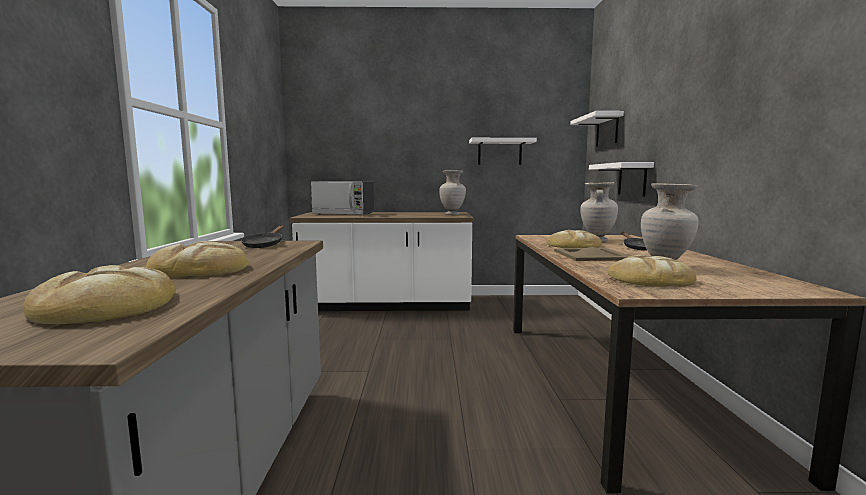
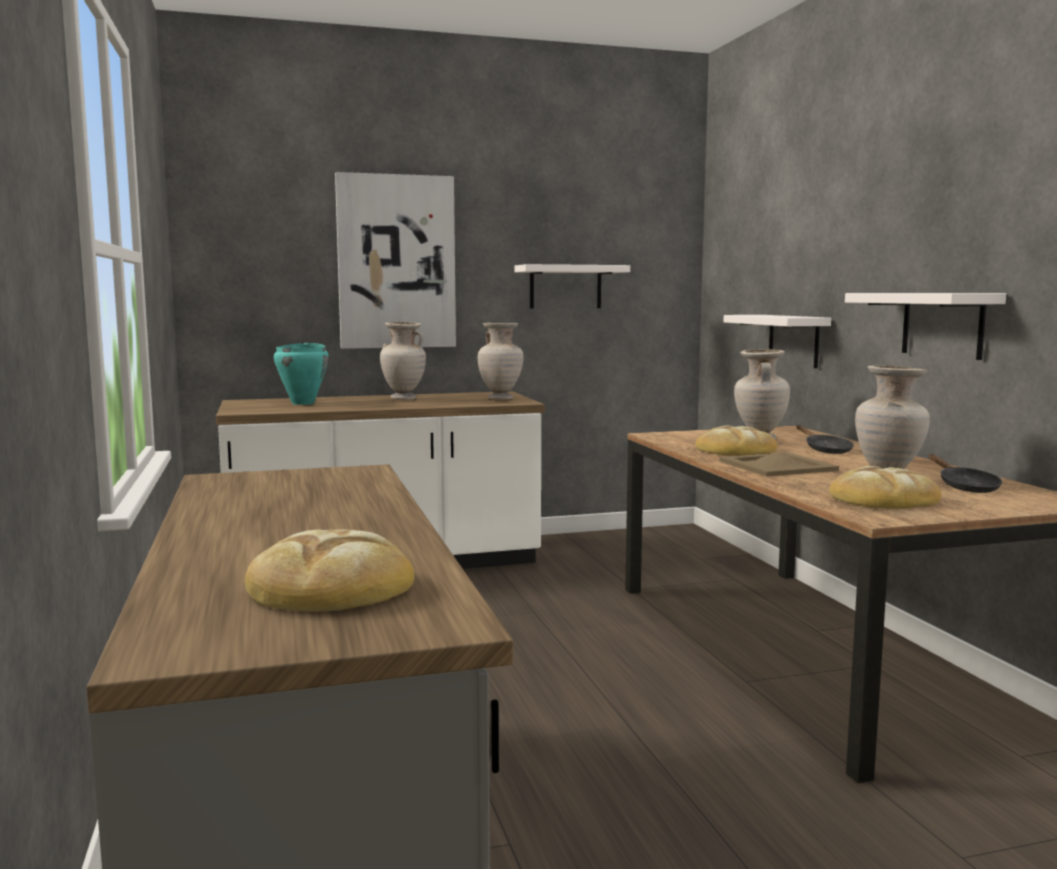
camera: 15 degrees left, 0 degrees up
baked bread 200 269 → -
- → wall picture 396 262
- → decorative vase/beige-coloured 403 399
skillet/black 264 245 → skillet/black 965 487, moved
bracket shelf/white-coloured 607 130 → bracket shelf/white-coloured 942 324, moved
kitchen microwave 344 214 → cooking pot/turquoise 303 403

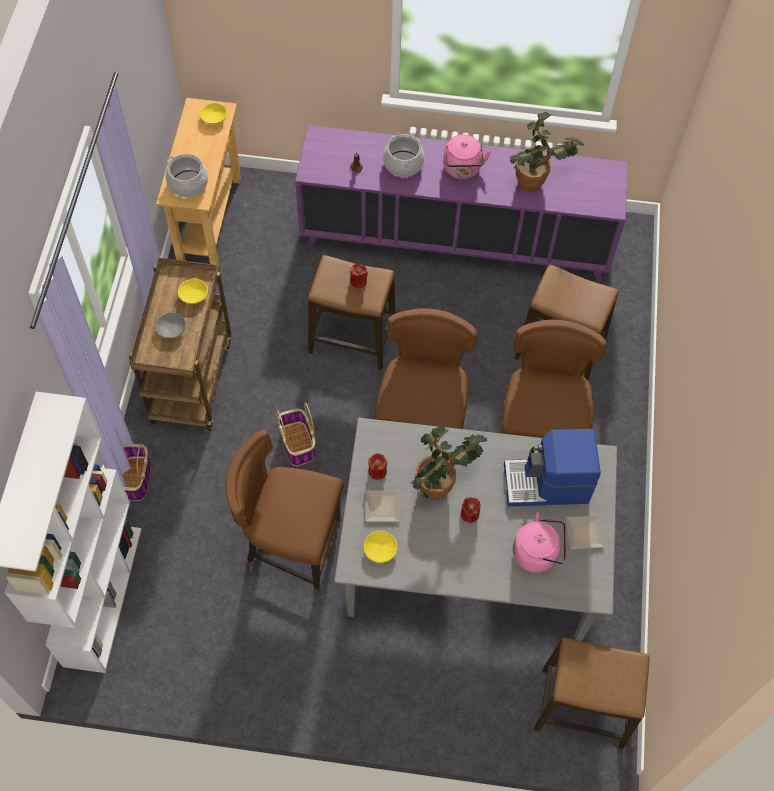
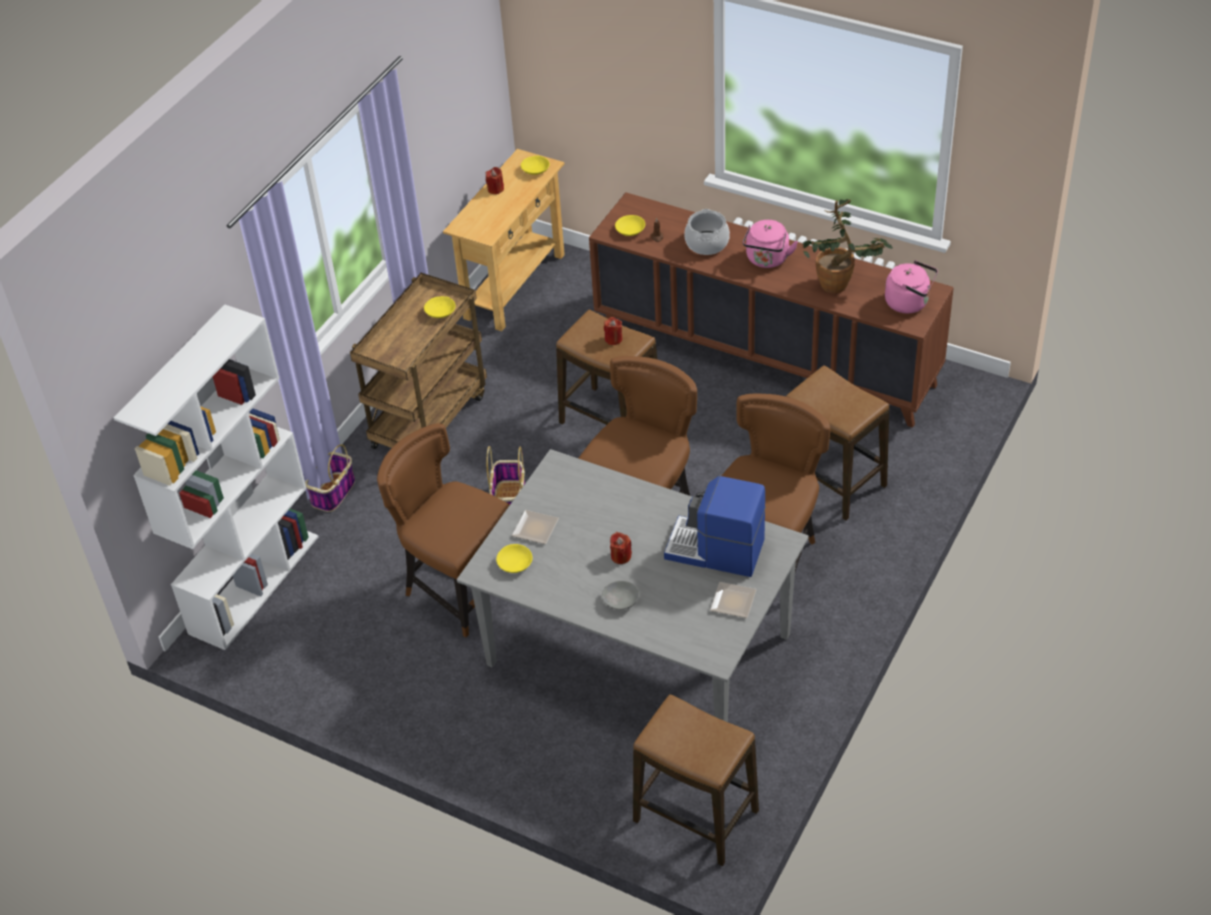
camera: 25 degrees right, 15 degrees down
cooking pot 188 183 → -
plant in a pot 441 485 → -
- → bowl/yellow-coloured 630 231
bowl/greyish 171 329 → bowl/greyish 620 600, moved
wax candle/red 377 471 → wax candle/red 495 189, moved
kettle/pinkish 538 553 → kettle/pinkish 909 303, moved
cabinet/purplish 455 240 → cabinet/brown-coloured 765 355

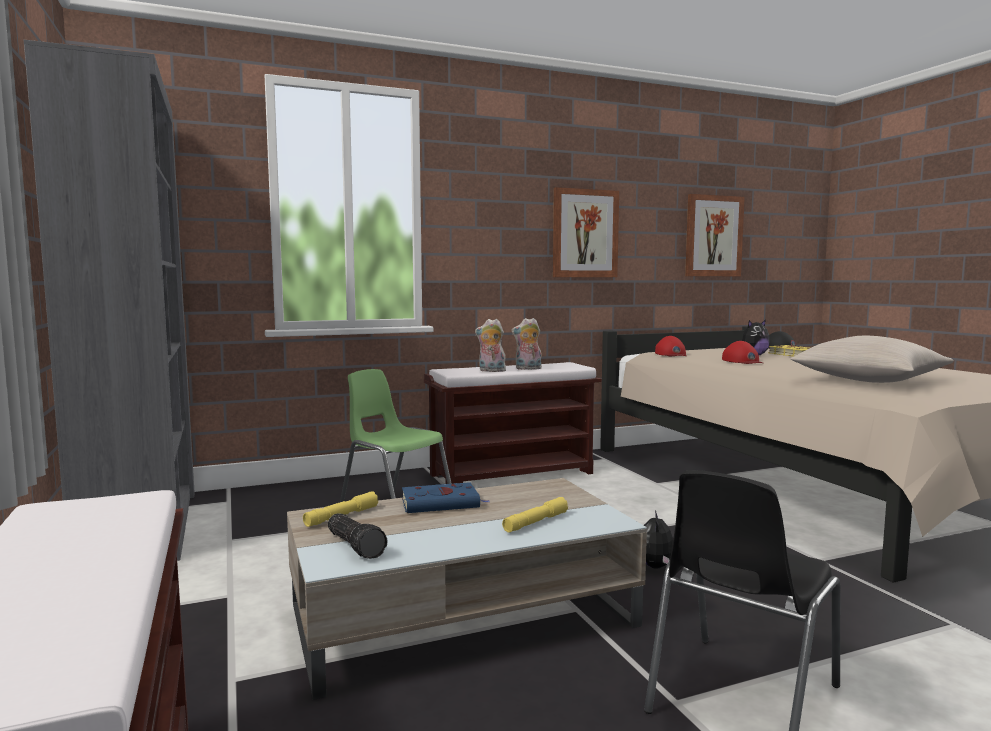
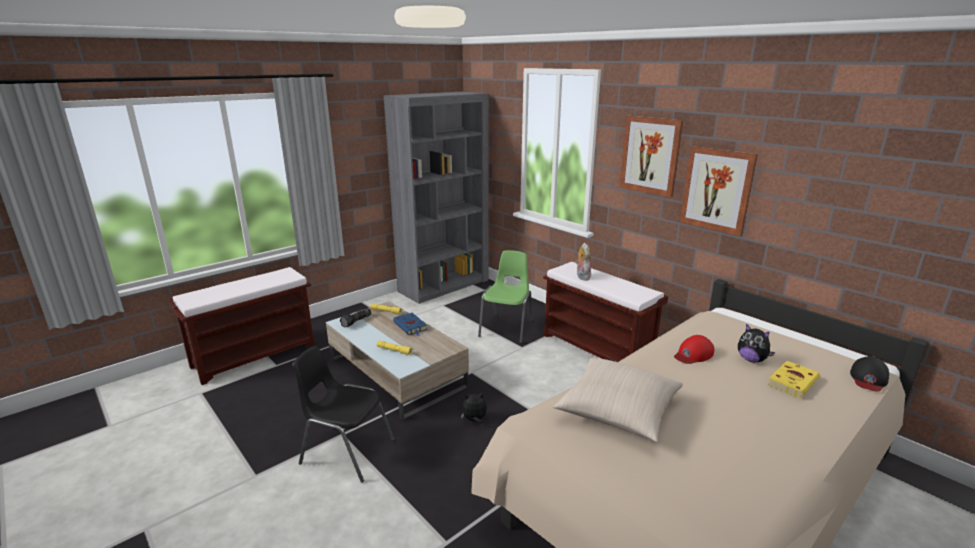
camera: 70 degrees right, 15 degrees up
soft toy 527 369 → -
cap/red 671 354 → -
wall picture 713 236 → wall picture 650 155, moved

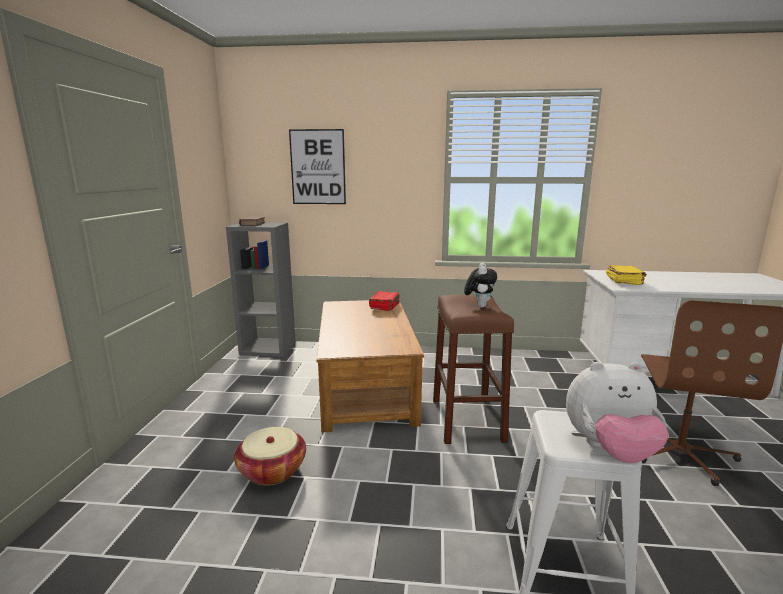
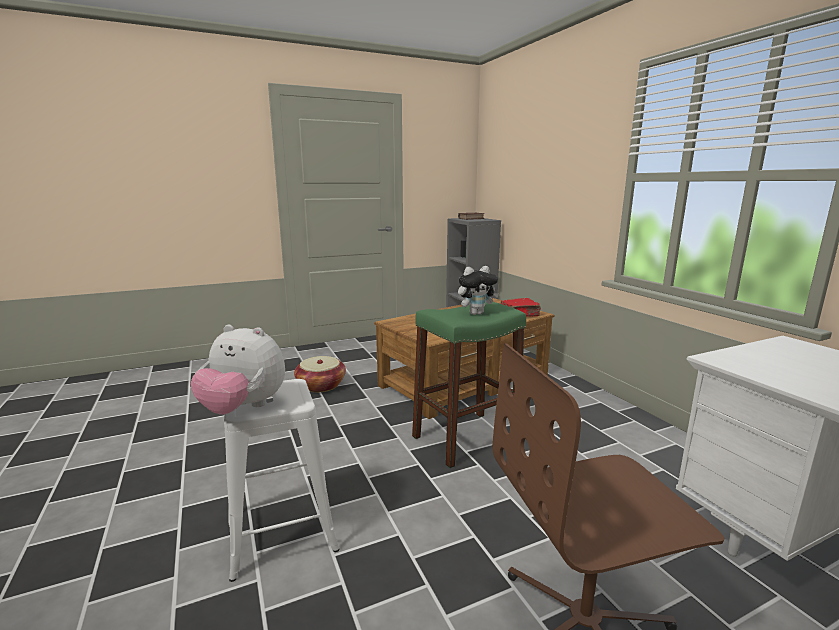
camera: 60 degrees right, 0 degrees up
wall picture 318 167 → -
book/yellow-coloured 624 281 → -
stool/brown-coloured 467 419 → stool/green 466 438
soft toy 609 450 → soft toy 243 408, 45 degrees counterclockwise

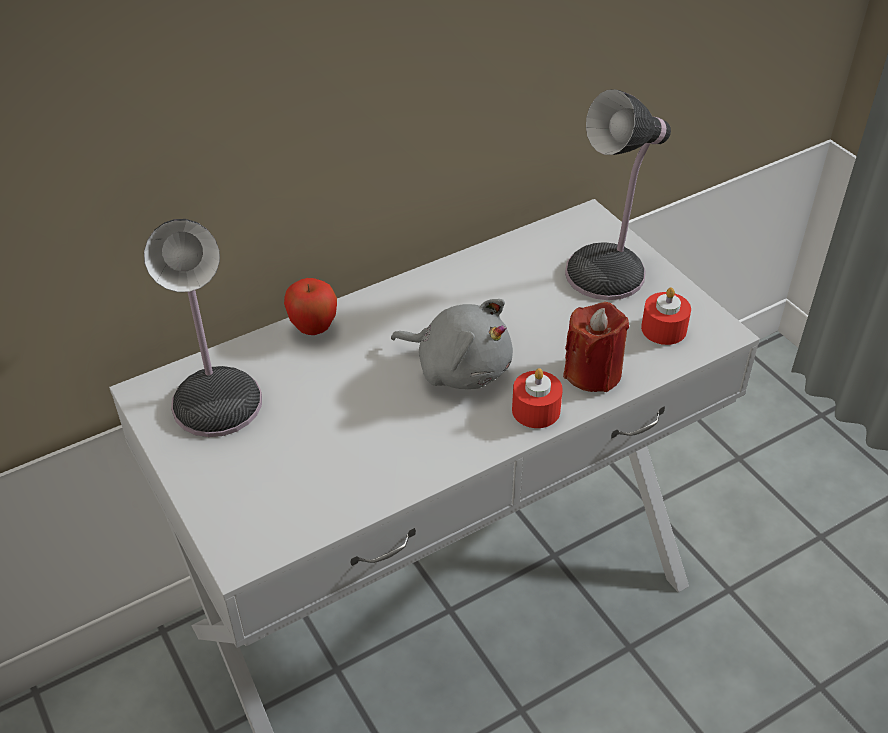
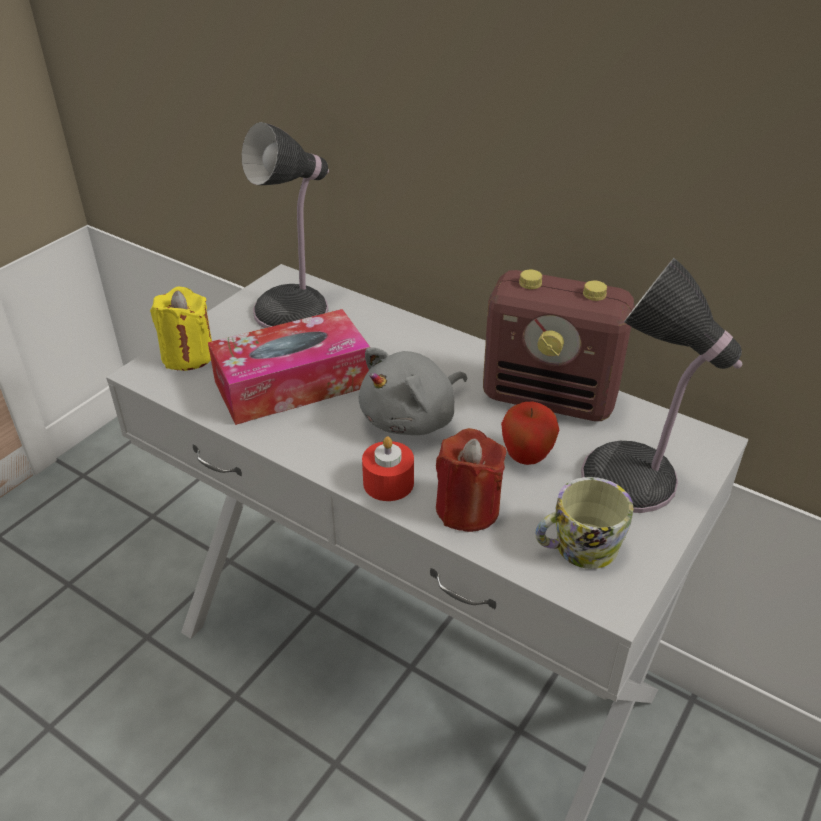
camera: 65 degrees right, 5 degrees down
- → wax candle/yellow-coloured 188 356
- → tissue box 293 384
- → radio 550 398
apple 313 328 → apple 526 457, moved
wax candle/red 663 329 → coffee mug 577 548
soft toy/greyish 459 367 → soft toy/greyish 412 419, 45 degrees clockwise

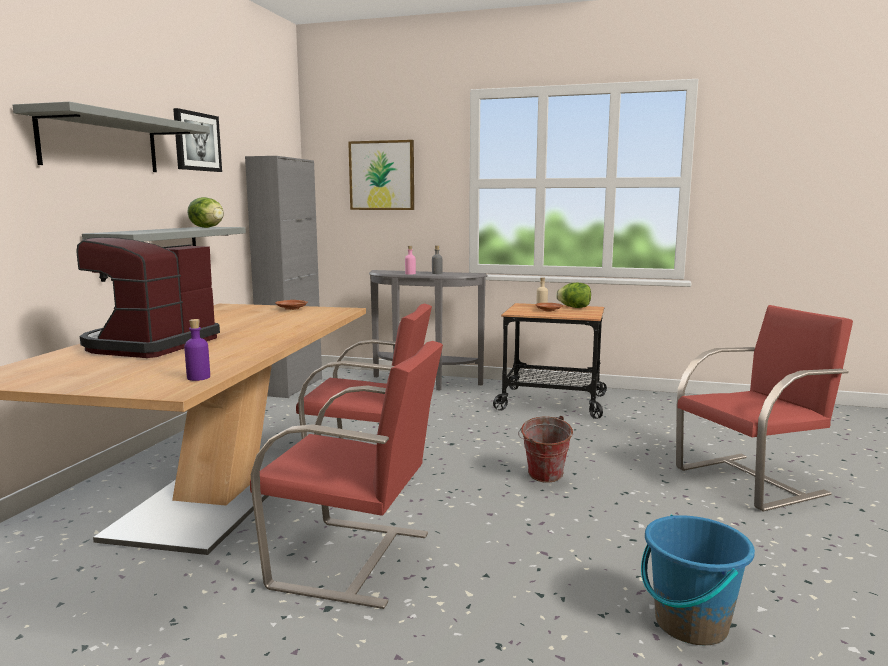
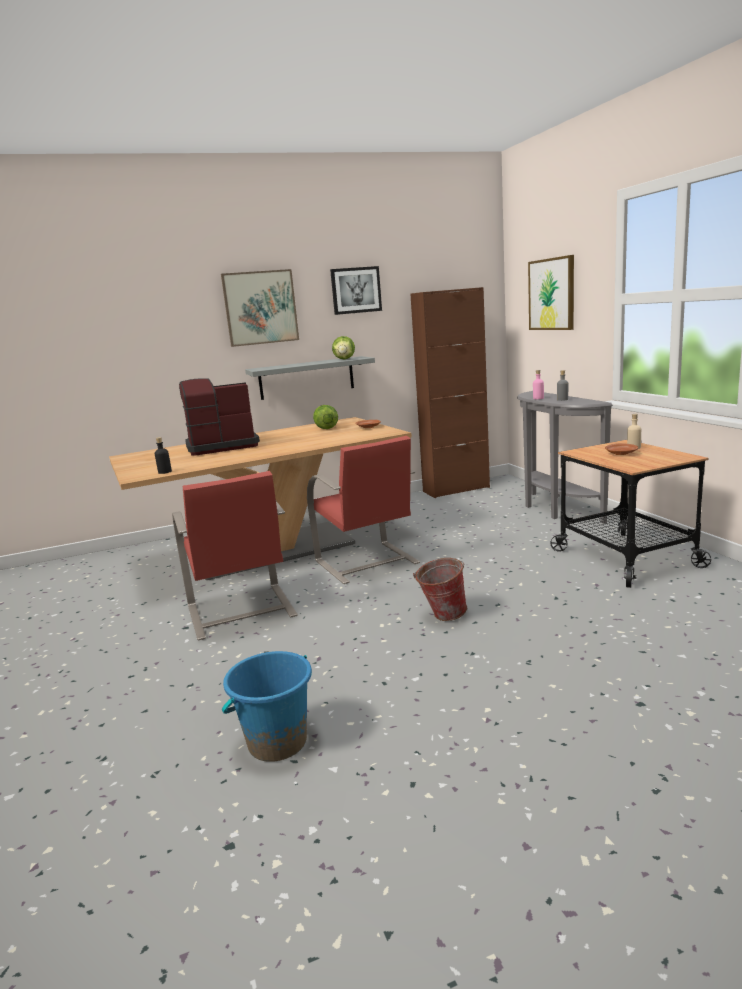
camera: 55 degrees right, 5 degrees up
upright chair/red 752 481 → -
lettuce head 574 307 → lettuce head 326 428, moved
bracket shelf/greyish 100 143 → wall picture 260 308
beverage bottle/purplish 198 377 → beverage bottle/black 164 472
cabinet/greyish 291 387 → cabinet/brown-coloured 456 489

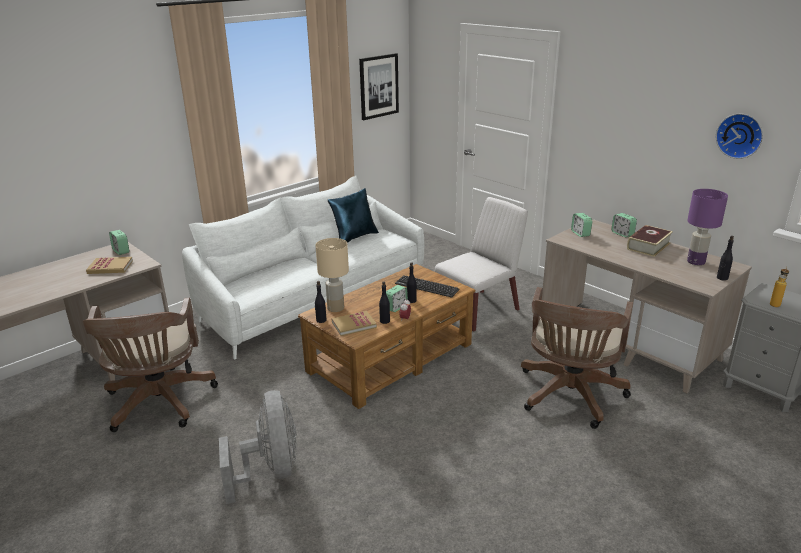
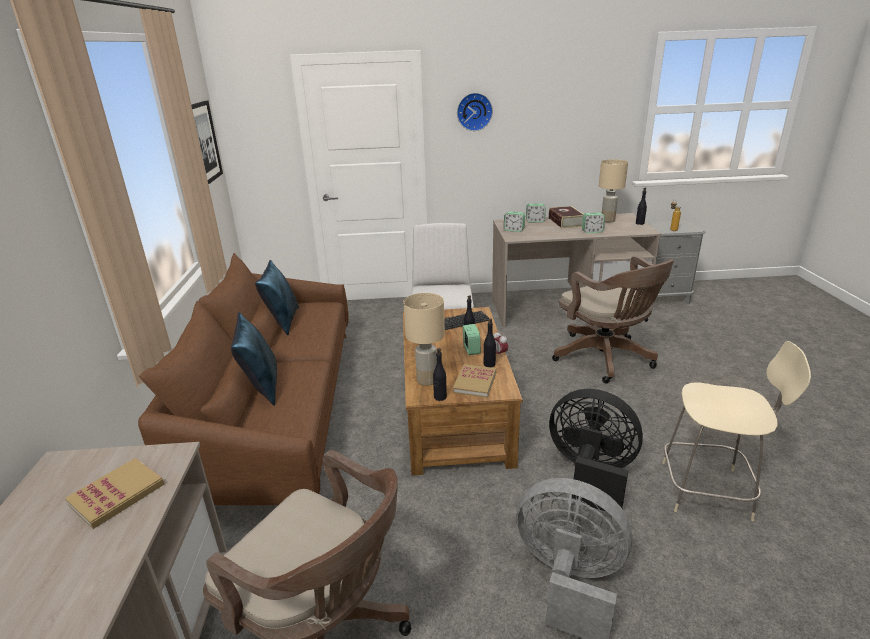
camera: 50 degrees left, 0 degrees up
- → pillow/blue 262 386
- → cooling fan/black 590 474
- → upright chair/beige-coloured 709 490
bedside clock 121 251 → bedside clock 592 231, moved
wall clock 740 135 → wall clock 474 111, moved
sofa/white-coloured 312 298 → sofa/brown-coloured 279 410
lamp for a table/purplish 696 262 → lamp for a table/beige-coloured 608 220

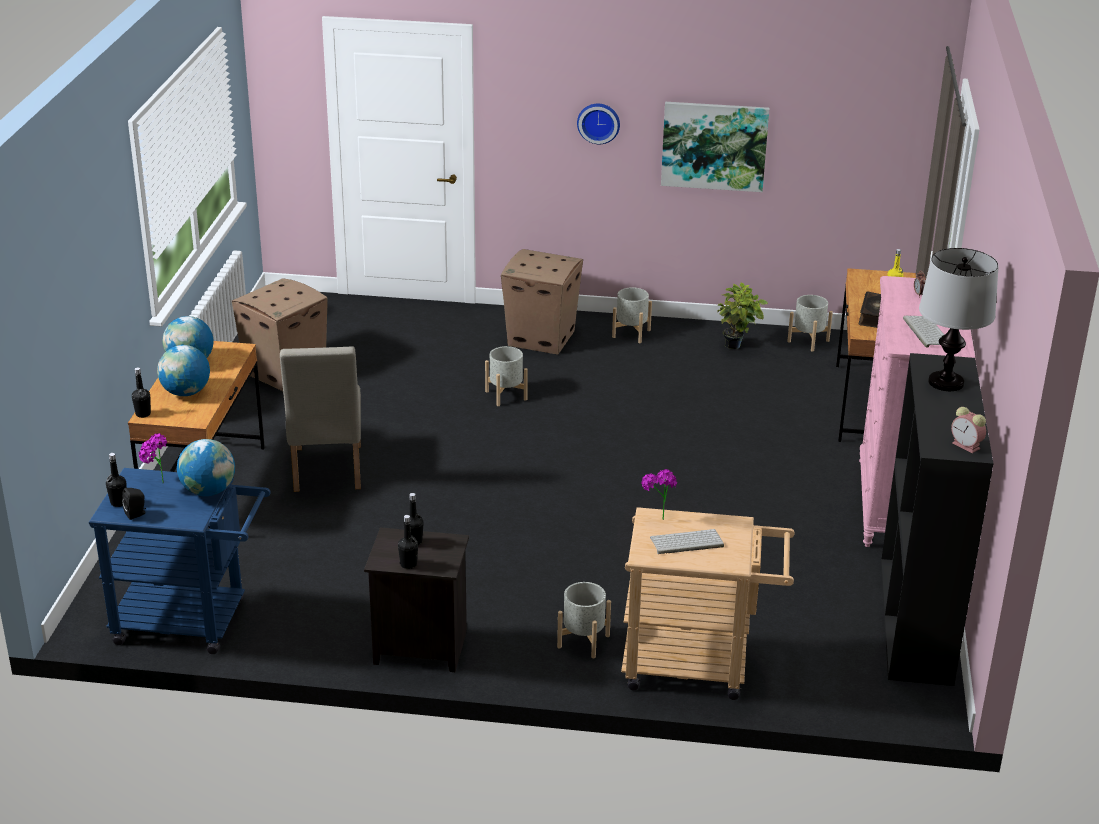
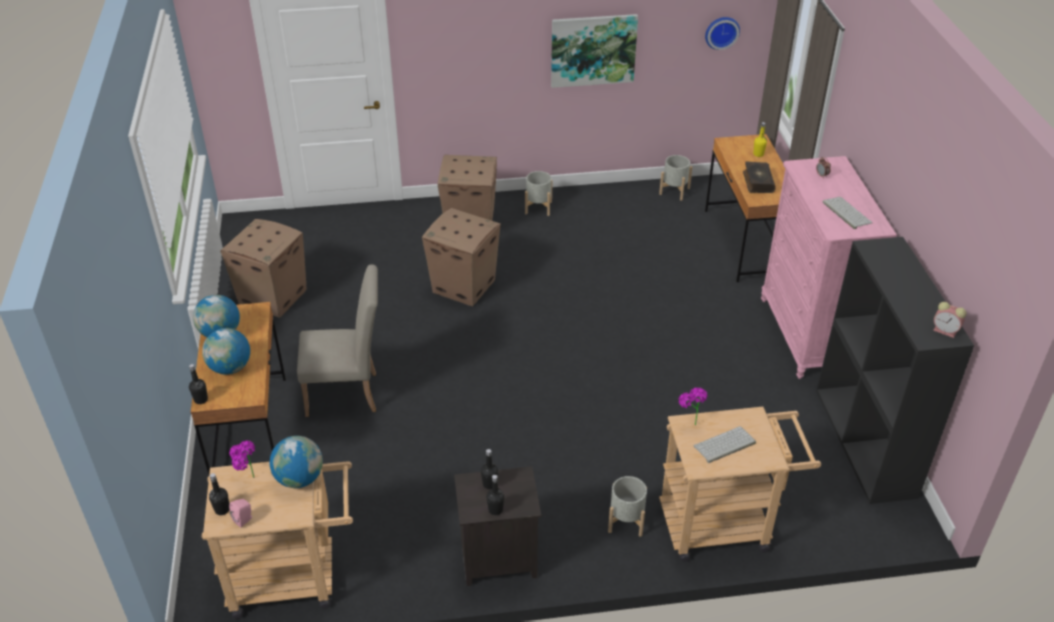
camera: 15 degrees left, 10 degrees up
plant in a pot 736 347 → -
lamp for a table 946 382 → -
wall clock 598 122 → wall clock 721 32, moved
planter/greyish 506 395 → cardboard box 464 286
trolley/blue 192 622 → trolley/beige-coloured 294 577
speaker/black 136 514 → speaker/pinkish 244 519
upright chair/beige-coloured 326 473 → upright chair/beige-coloured 348 394, 75 degrees counterclockwise

